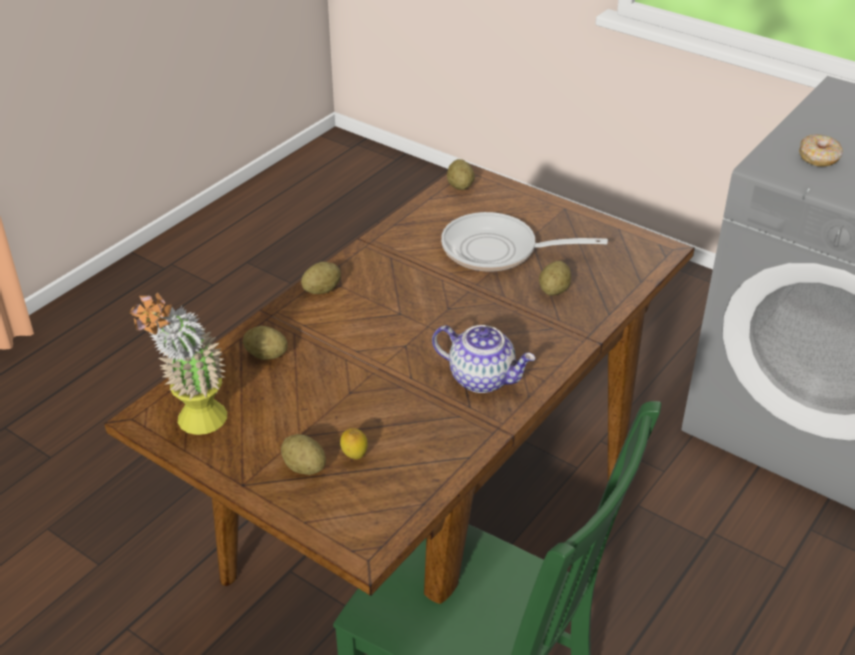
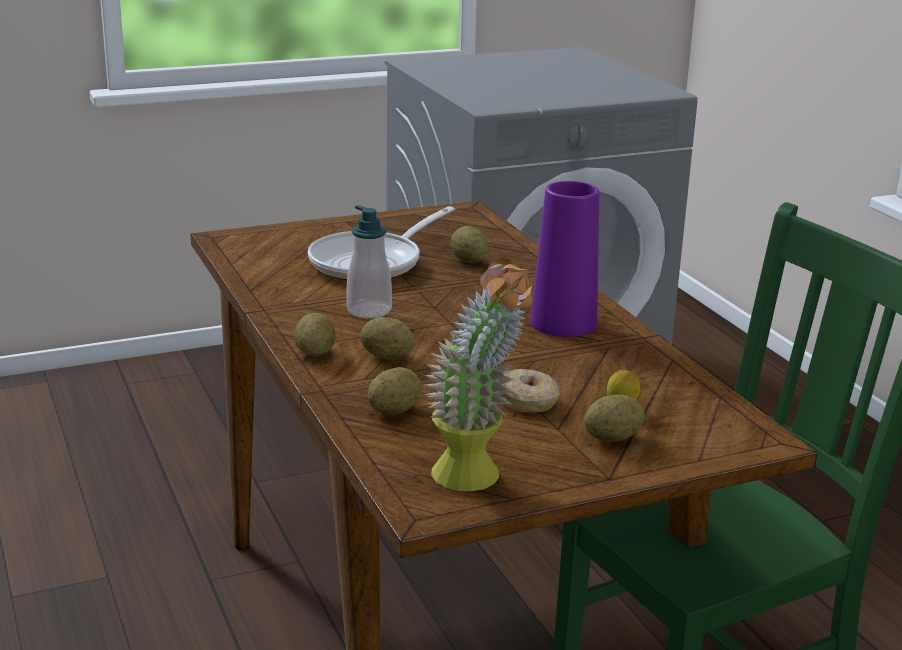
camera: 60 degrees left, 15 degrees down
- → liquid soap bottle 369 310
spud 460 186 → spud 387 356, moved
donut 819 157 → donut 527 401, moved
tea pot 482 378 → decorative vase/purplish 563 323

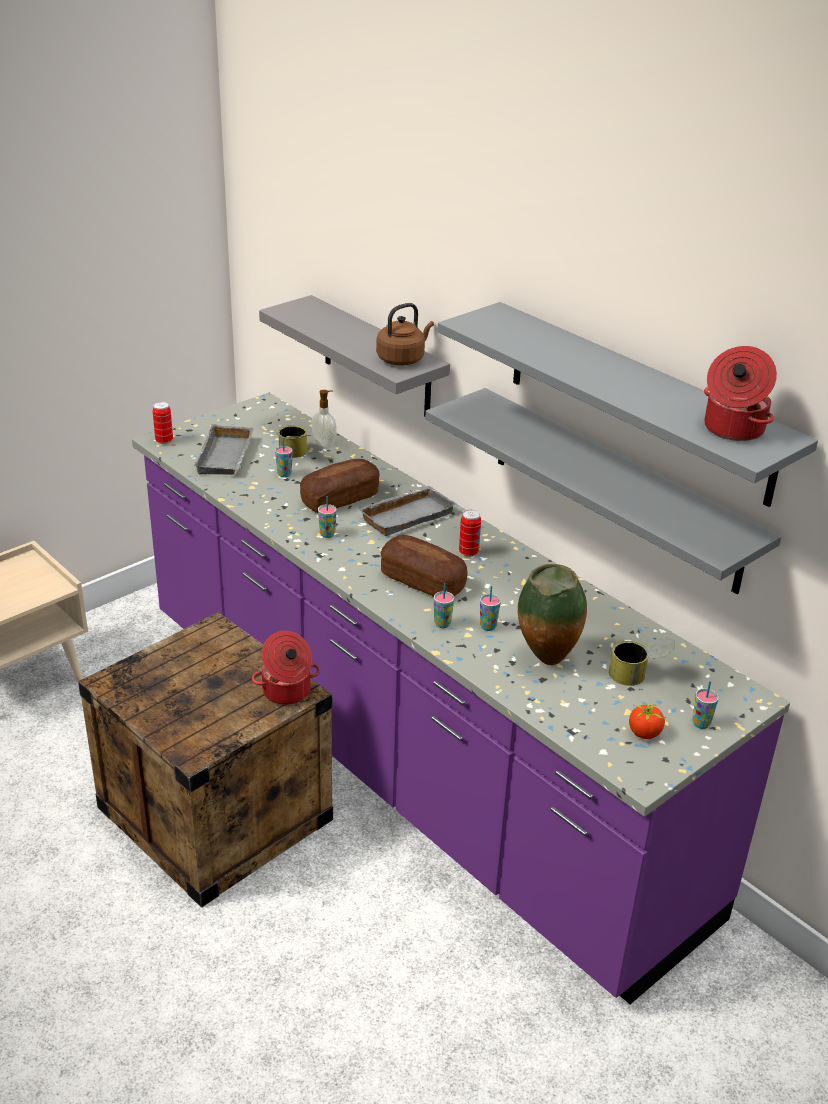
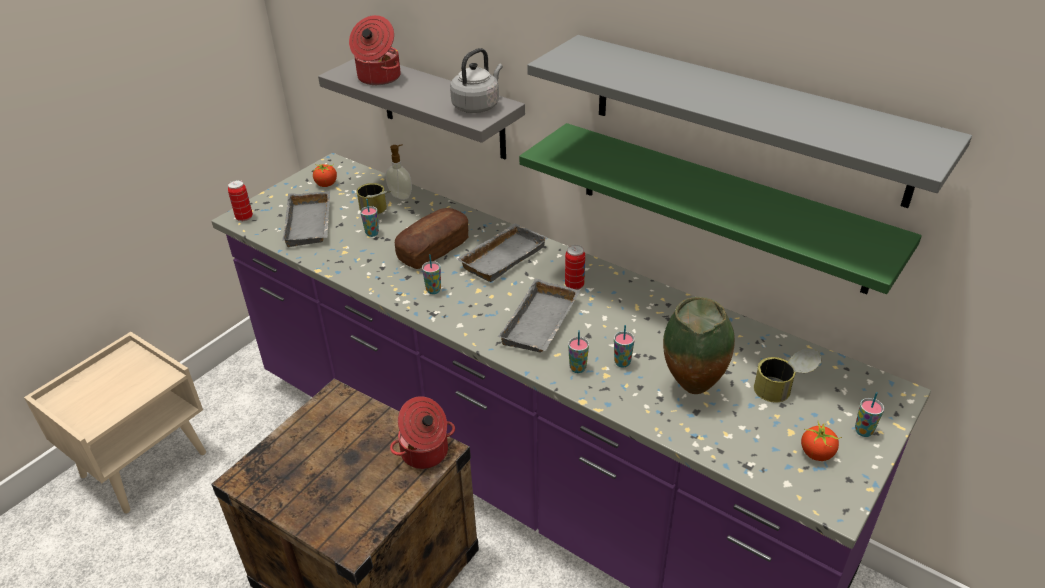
camera: 10 degrees left, 5 degrees up
- → whole tomato 326 184
cooking pot 732 429 → cooking pot 378 78, moved
baked bread 422 581 → serving tray/greyish 542 324
kettle/brown-coloured 402 359 → kettle/greyish 477 105
bracket shelf/greyish 614 489 → bracket shelf/green 720 206

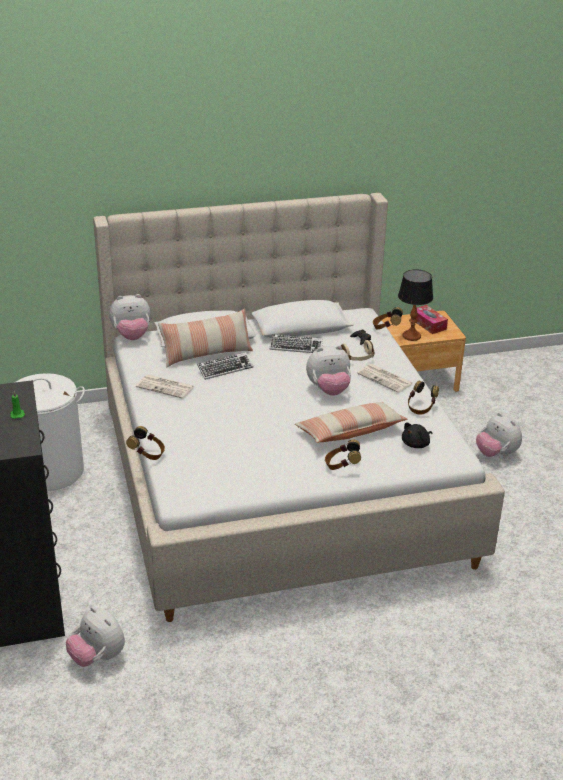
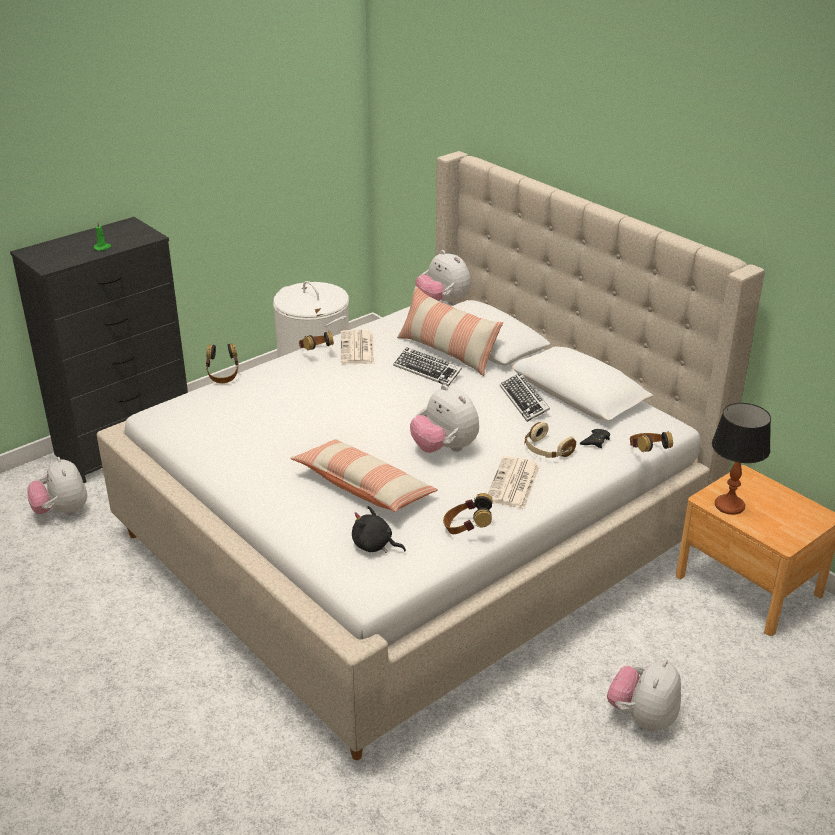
camera: 65 degrees right, 0 degrees up
tissue box 428 324 → -
headset 341 466 → headset 315 353, moved
soft toy 97 657 → soft toy 62 511, 45 degrees counterclockwise

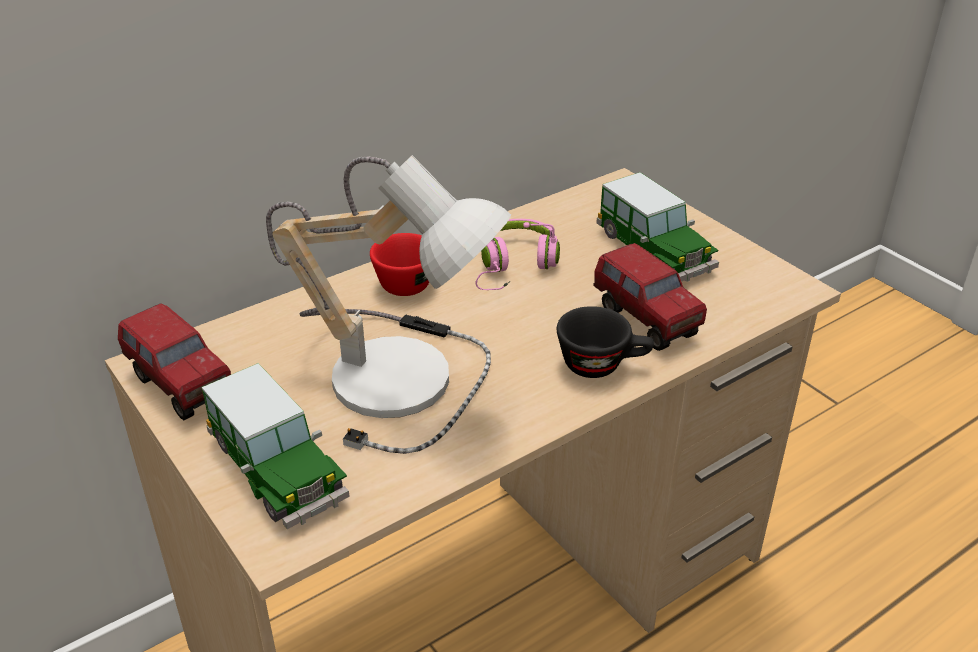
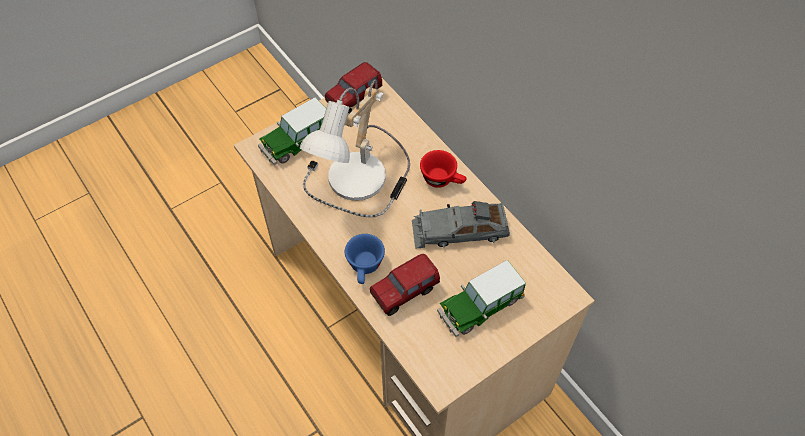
camera: 90 degrees right, 20 degrees up
headset/pinkish 515 266 → model car/greyish 459 230
small cup/black 602 365 → small cup/blue 365 268

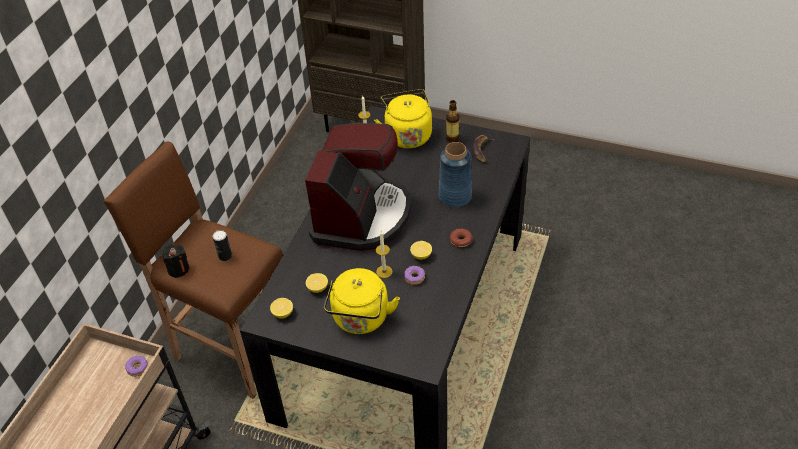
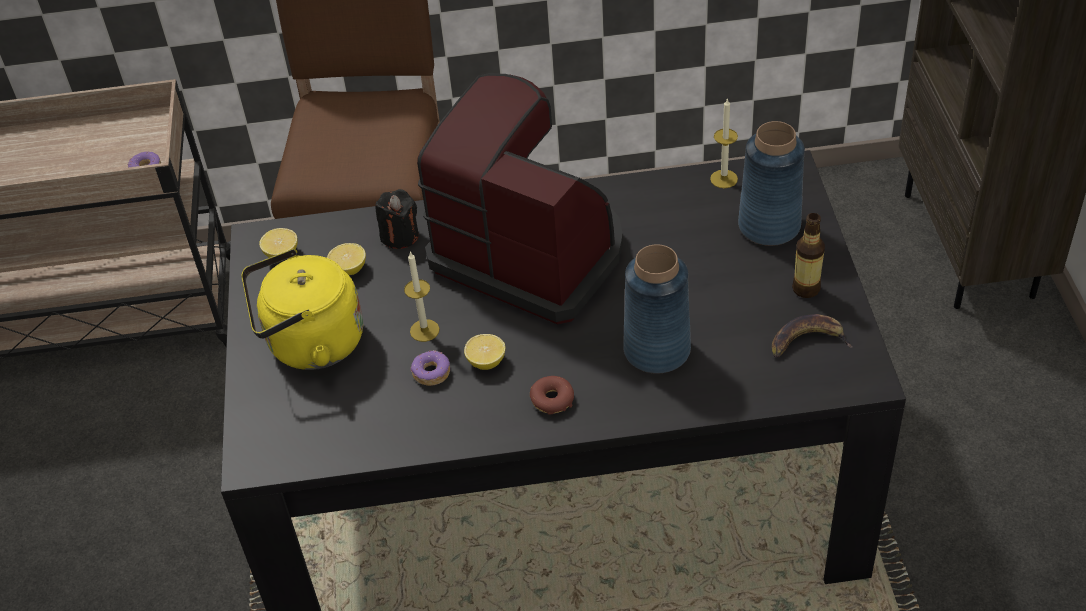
camera: 65 degrees right, 0 degrees up
metal can 225 256 → -
wax candle/black 178 269 → wax candle/black 400 236, moved
kettle/yellow-coloured 407 134 → decorative vase/blue 769 226
coffee maker 361 216 → coffee maker 531 252, 135 degrees counterclockwise

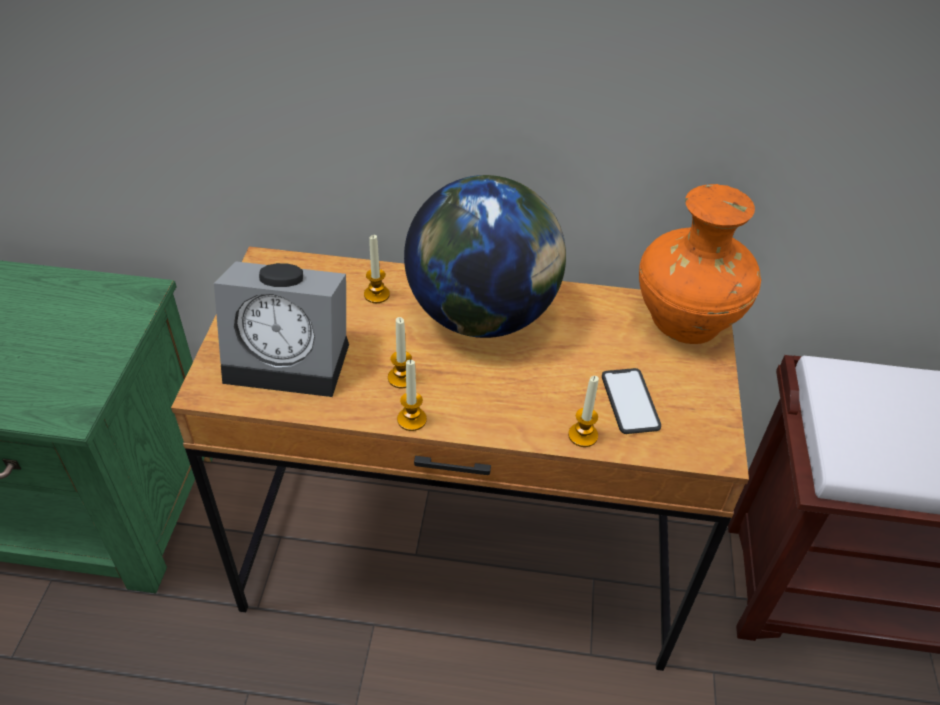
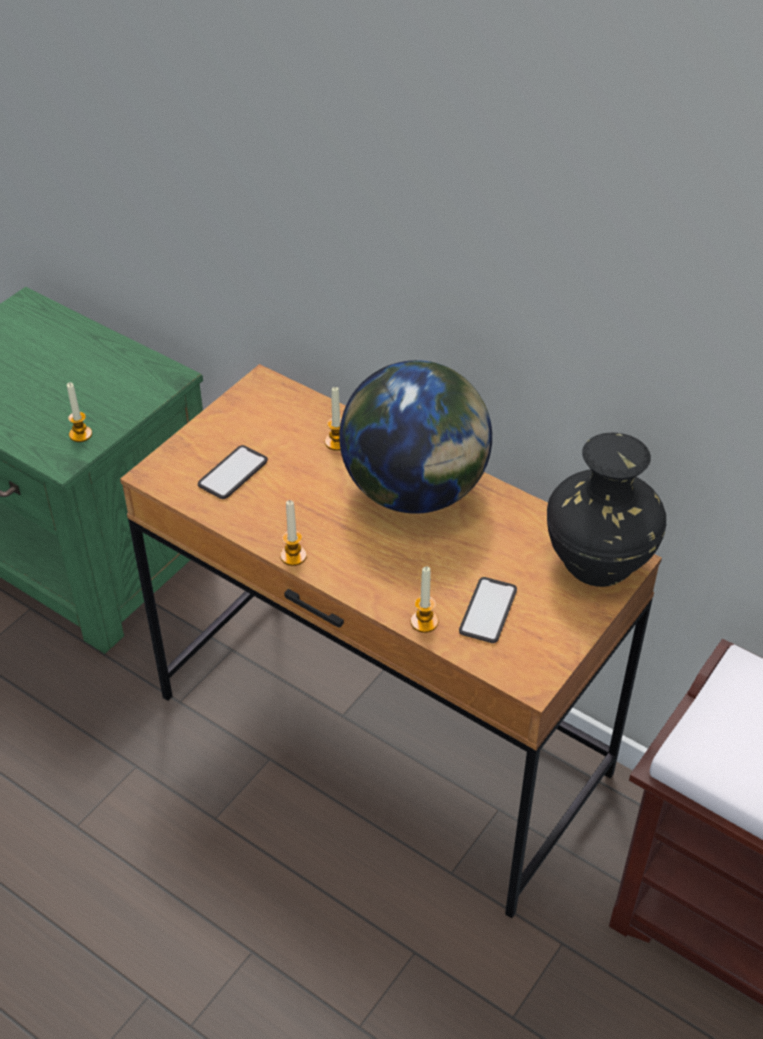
camera: 30 degrees right, 0 degrees up
wax candle 401 378 → wax candle 80 434, moved
bedside clock 293 359 → handset 233 473
decorative vase/orangey 685 324 → decorative vase/black 596 564

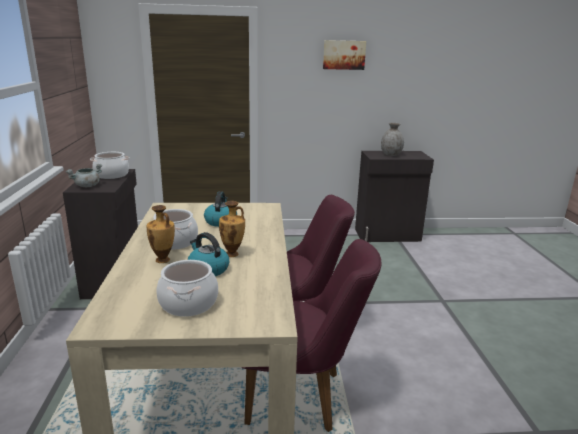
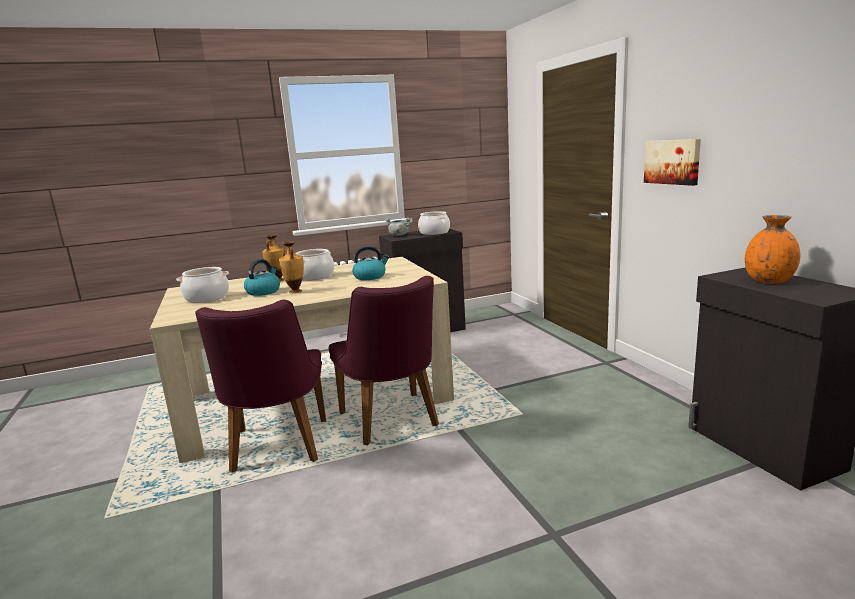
camera: 75 degrees right, 5 degrees down
wall picture 344 55 → wall picture 672 162, moved
decorative vase/greyish 391 155 → decorative vase/orangey 768 281

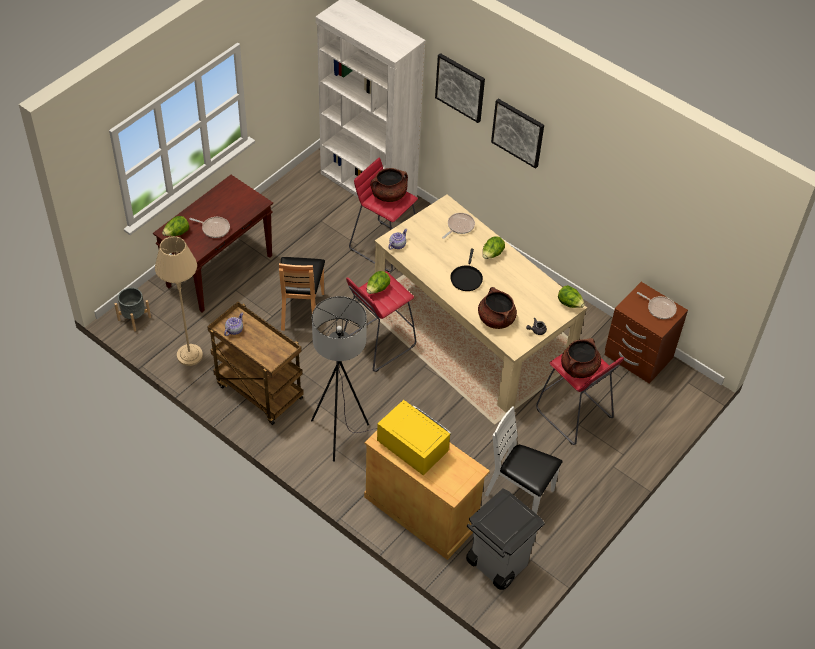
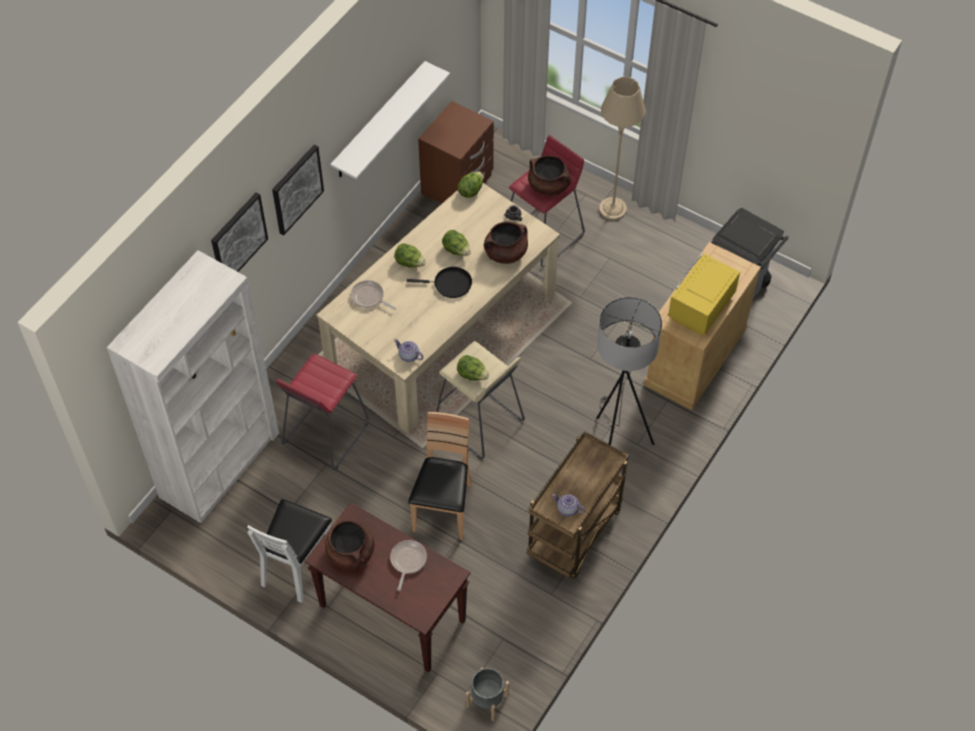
camera: 95 degrees left, 5 degrees up
skillet 659 308 → -
- → bracket shelf/white-coloured 379 121
standard lamp/beige-coloured 190 355 → standard lamp/beige-coloured 612 209, moved
lettuce head 177 233 → lettuce head 456 250, moved
cooking pot/brown-coloured 389 195 → cooking pot/brown-coloured 351 553, moved
upright chair/white-coloured 519 494 → upright chair/white-coloured 297 566, moved
stool/red 378 342 → stool/beige-coloured 479 422
upright chair/brown-coloured 301 310 → upright chair/brown-coloured 443 508, 75 degrees counterclockwise

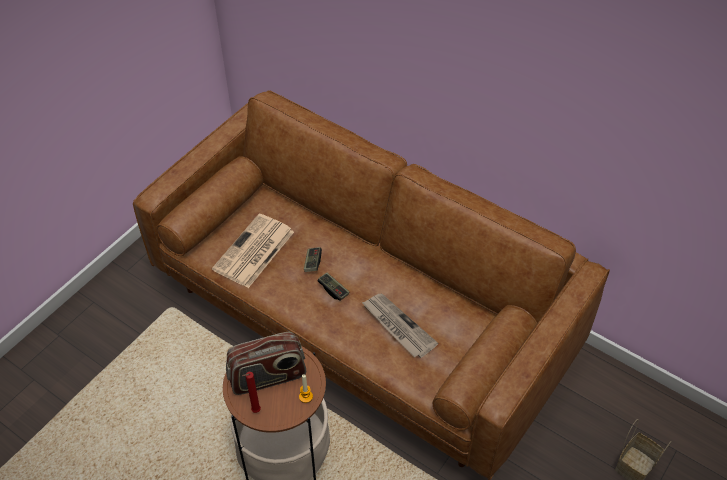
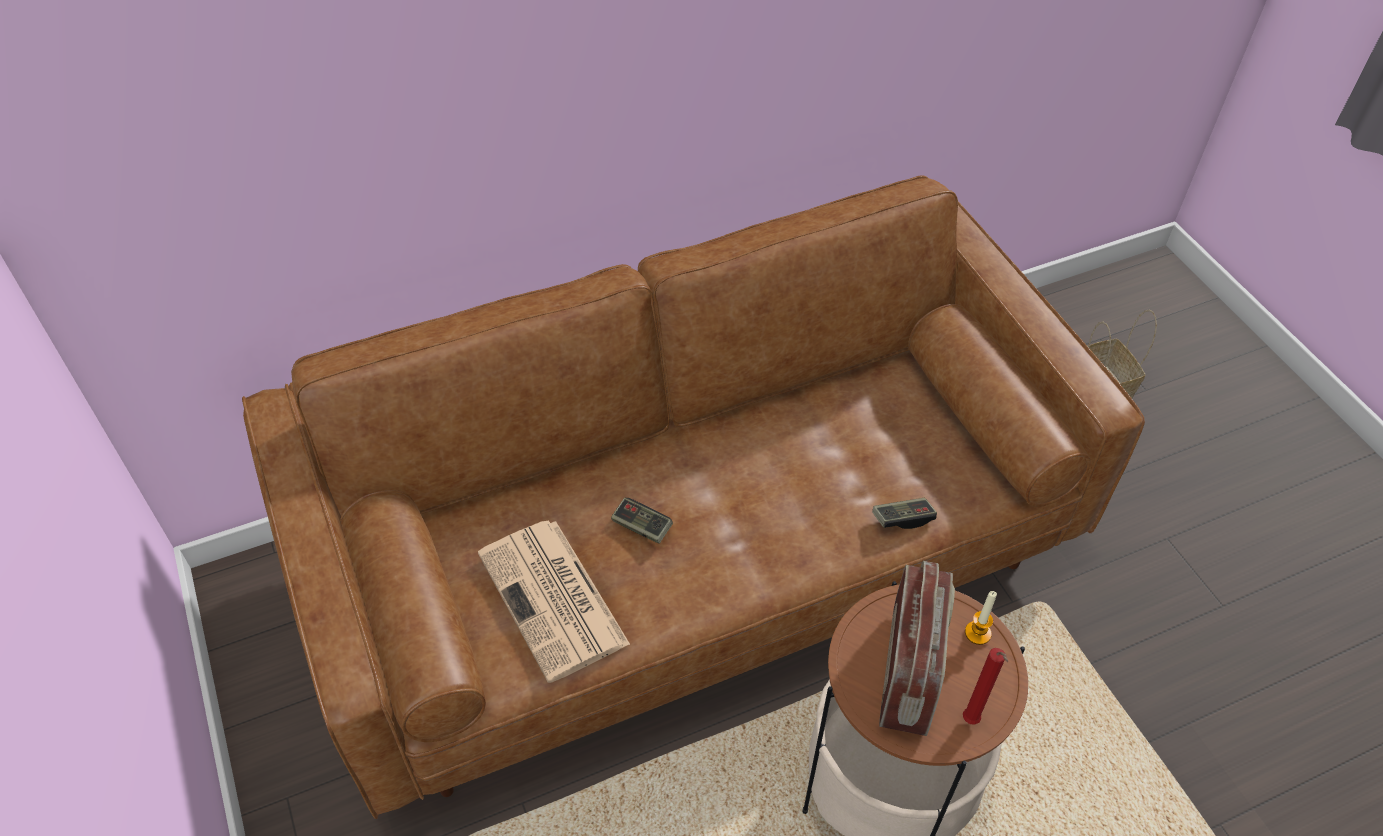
camera: 60 degrees left, 0 degrees up
printed paper 397 326 → -
joypad 333 290 → joypad 902 518, moved

